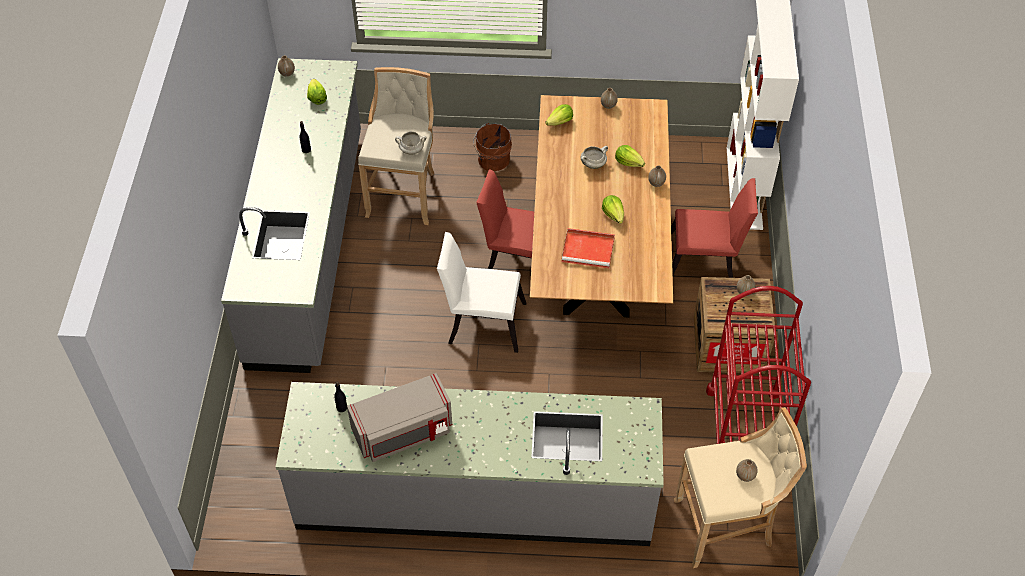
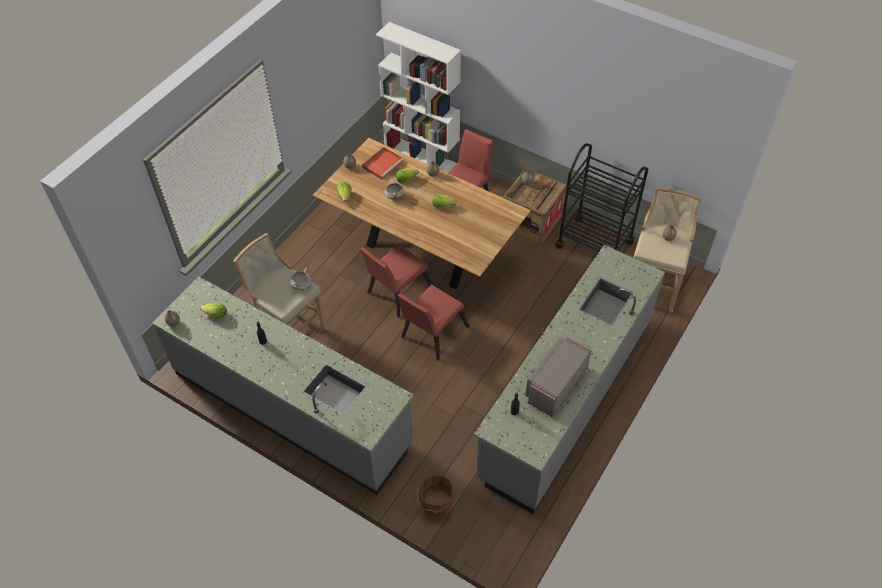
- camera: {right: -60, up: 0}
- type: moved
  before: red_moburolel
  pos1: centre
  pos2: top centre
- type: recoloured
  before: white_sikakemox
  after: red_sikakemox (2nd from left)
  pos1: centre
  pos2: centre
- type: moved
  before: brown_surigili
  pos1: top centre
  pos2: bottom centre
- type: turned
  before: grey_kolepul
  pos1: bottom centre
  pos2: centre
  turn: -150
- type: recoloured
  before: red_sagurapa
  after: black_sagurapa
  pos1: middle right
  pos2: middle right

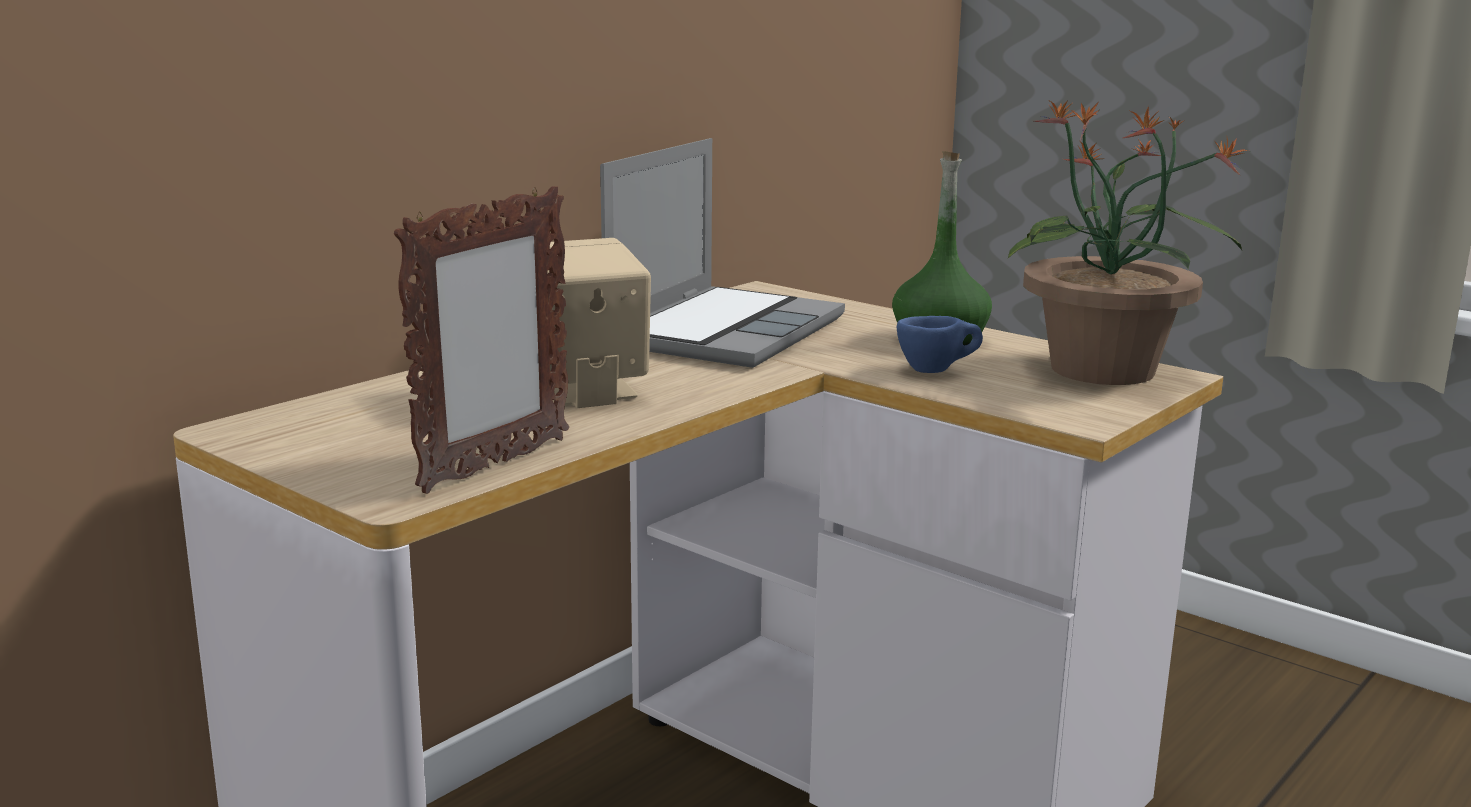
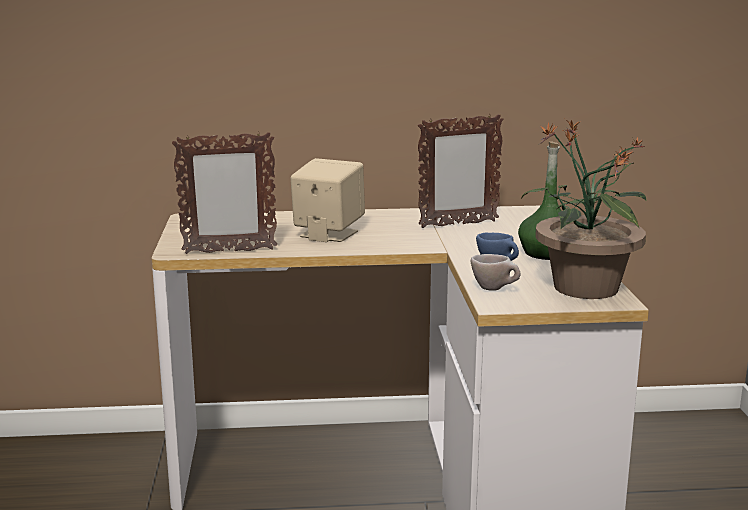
- camera: {right: 45, up: 0}
- type: replaced
  before: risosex
  after: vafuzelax (2nd from left)
  pos1: top centre
  pos2: centre
- type: added
  after: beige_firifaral
  pos2: centre

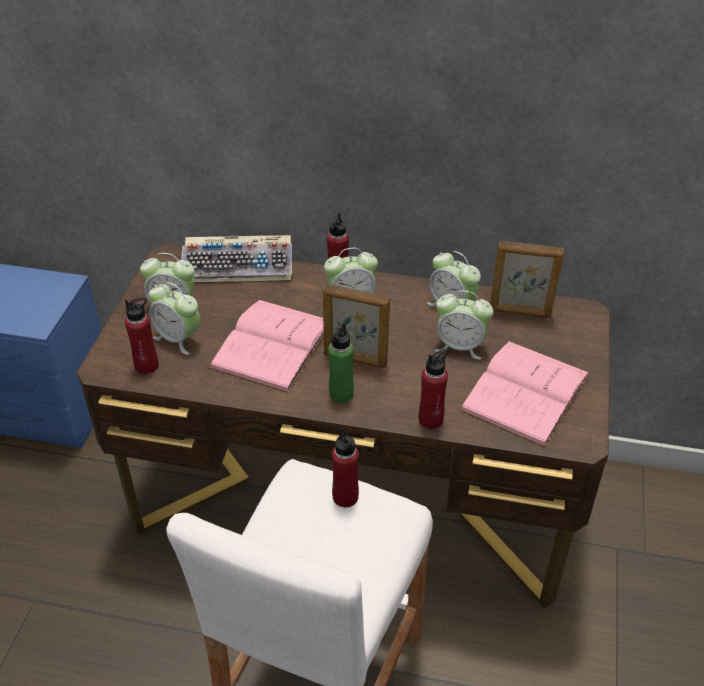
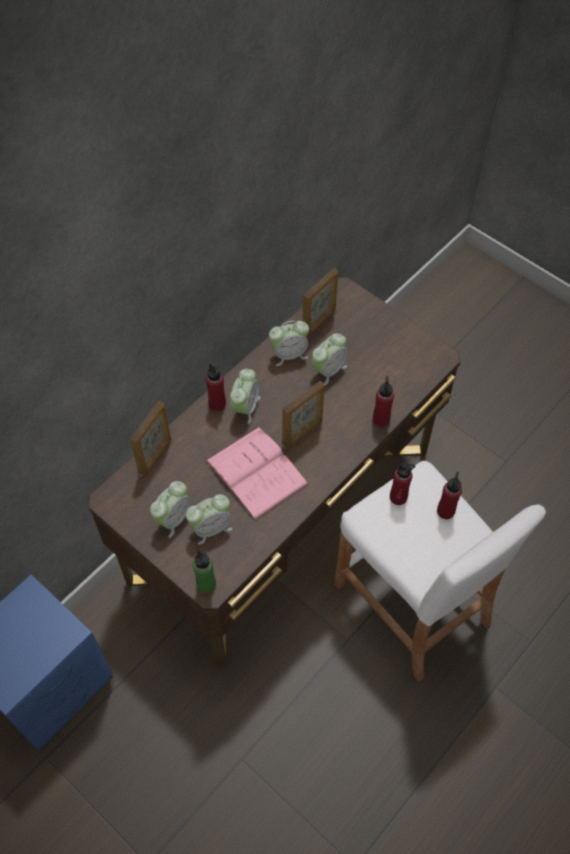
- camera: {right: -60, up: 15}
- type: replaced
  before: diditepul
  after: vafuzelax (1st from left)
  pos1: centre
  pos2: middle left
- type: moved
  before: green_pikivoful
  pos1: centre
  pos2: bottom centre
- type: moved
  before: red_pikivoful (1st from left in the first image)
  after: red_pikivoful (4th from left)
  pos1: middle left
  pos2: middle right
- type: removed
  before: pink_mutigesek (2nd from left)
  pos1: middle right

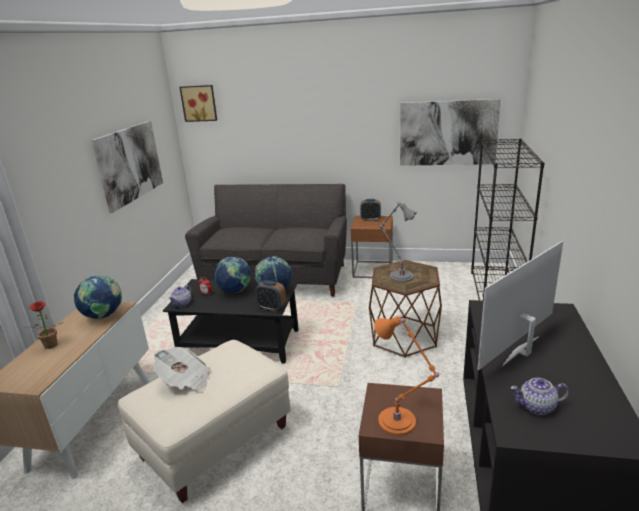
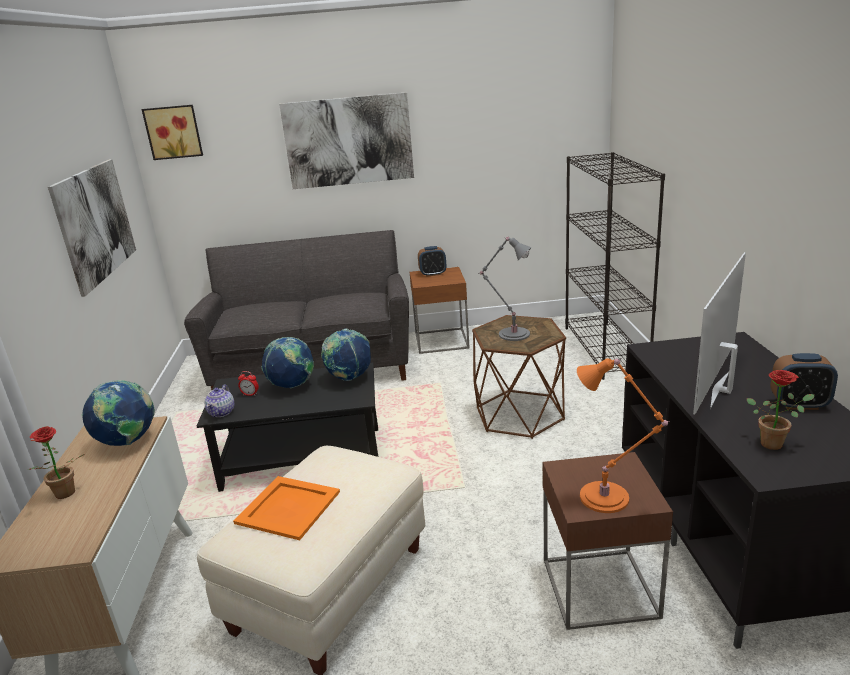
- camera: {right: -15, up: 0}
- type: replaced
  before: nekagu
  after: orange_moburolel
  pos1: bottom left
  pos2: bottom centre
- type: moved
  before: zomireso (3rd from left)
  pos1: top right
  pos2: top centre
- type: replaced
  before: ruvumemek (2nd from left)
  after: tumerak (2nd from left)
  pos1: bottom right
  pos2: middle right
- type: moved
  before: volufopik (2nd from left in the first image)
  after: volufopik (3rd from left)
  pos1: centre
  pos2: middle right

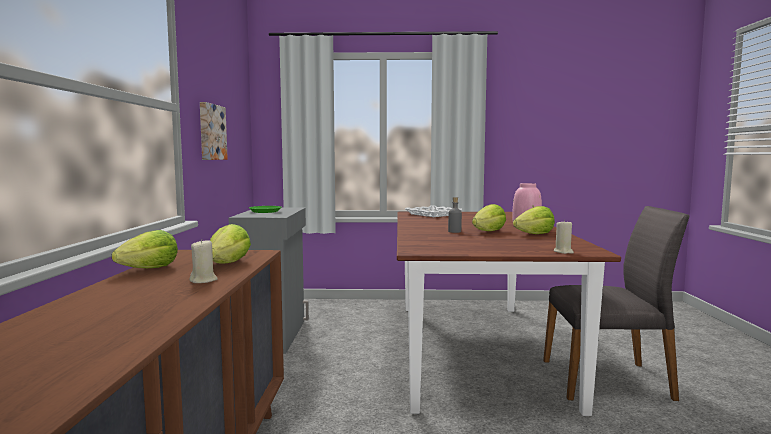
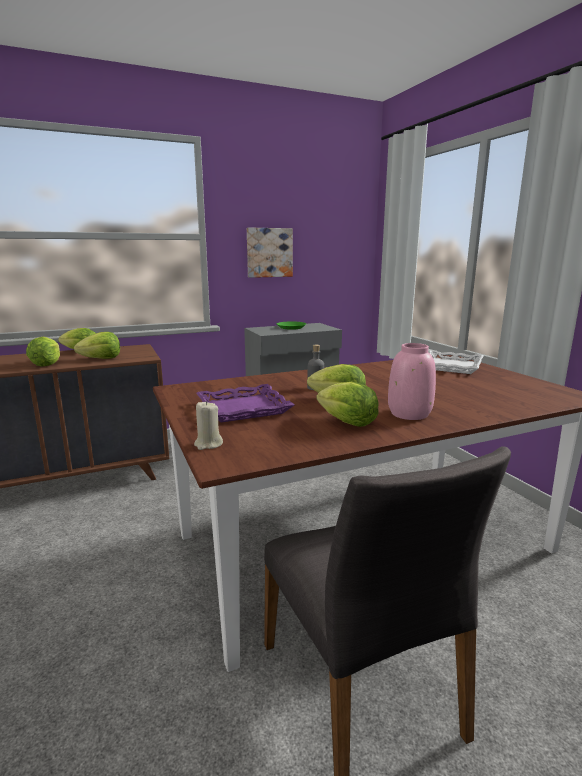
- camera: {right: 65, up: 10}
- type: replaced
  before: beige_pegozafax (1st from left)
  after: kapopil (1st from left)
  pos1: middle left
  pos2: middle left
- type: added
  after: purple_moburolel
  pos2: centre

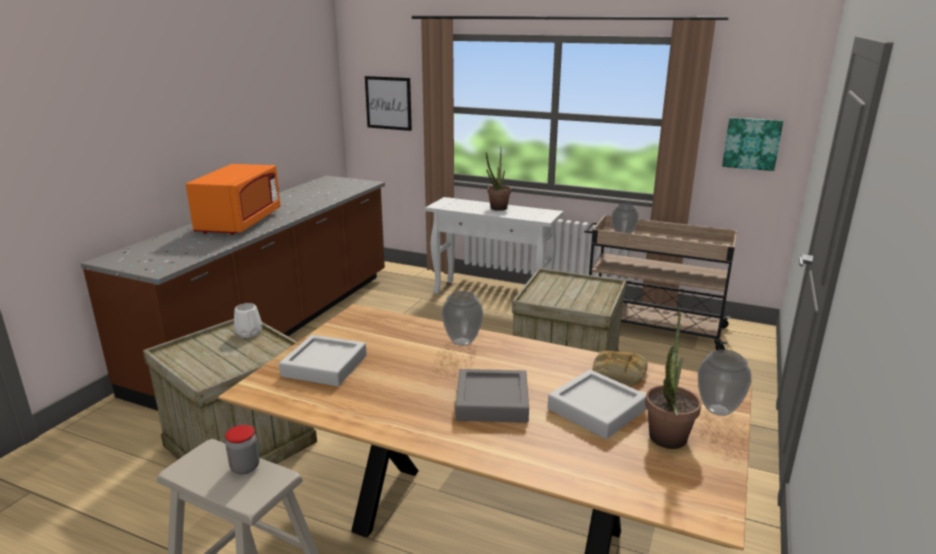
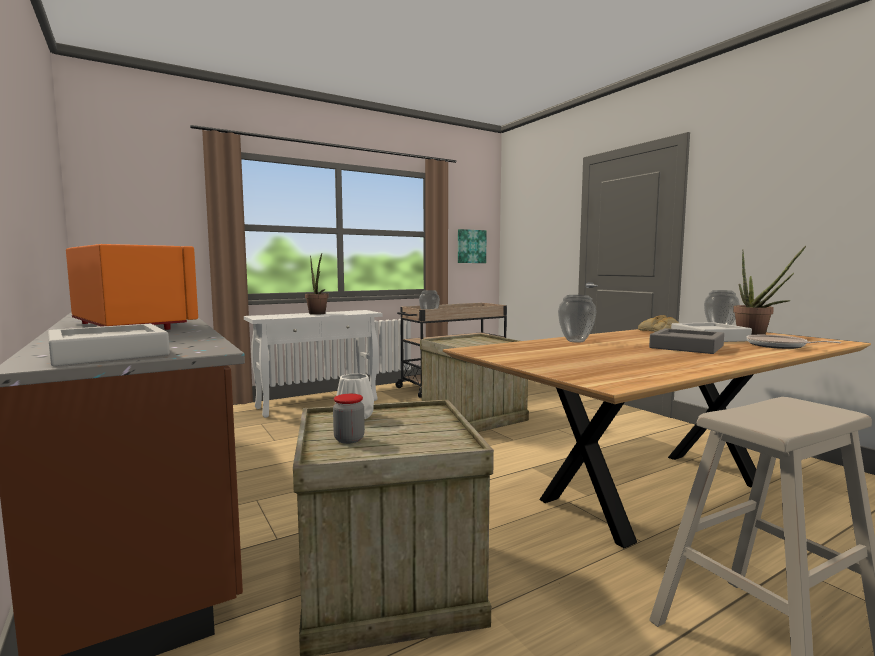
- camera: {right: -55, up: -15}
- type: moved
  before: grey_moburolel (1st from left)
  pos1: centre
  pos2: middle left
- type: moved
  before: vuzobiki
  pos1: bottom left
  pos2: centre
- type: added
  after: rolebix
  pos2: middle right
- type: removed
  before: zomireso (1st from left)
  pos1: top centre

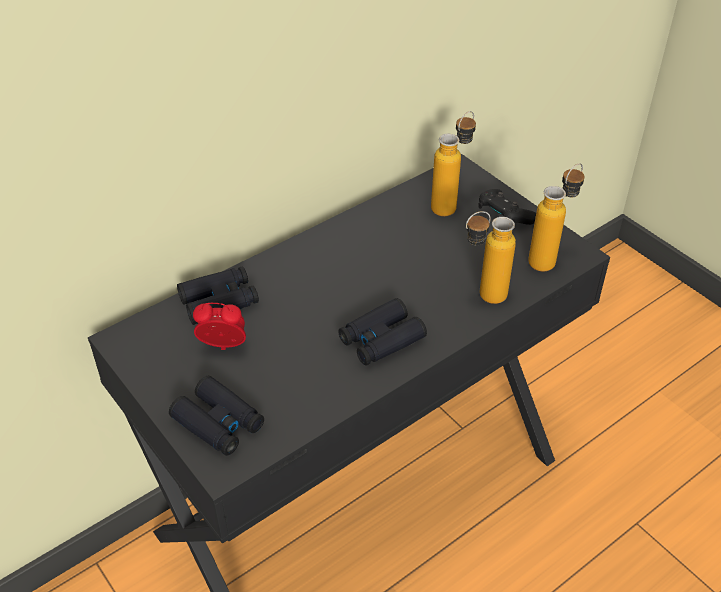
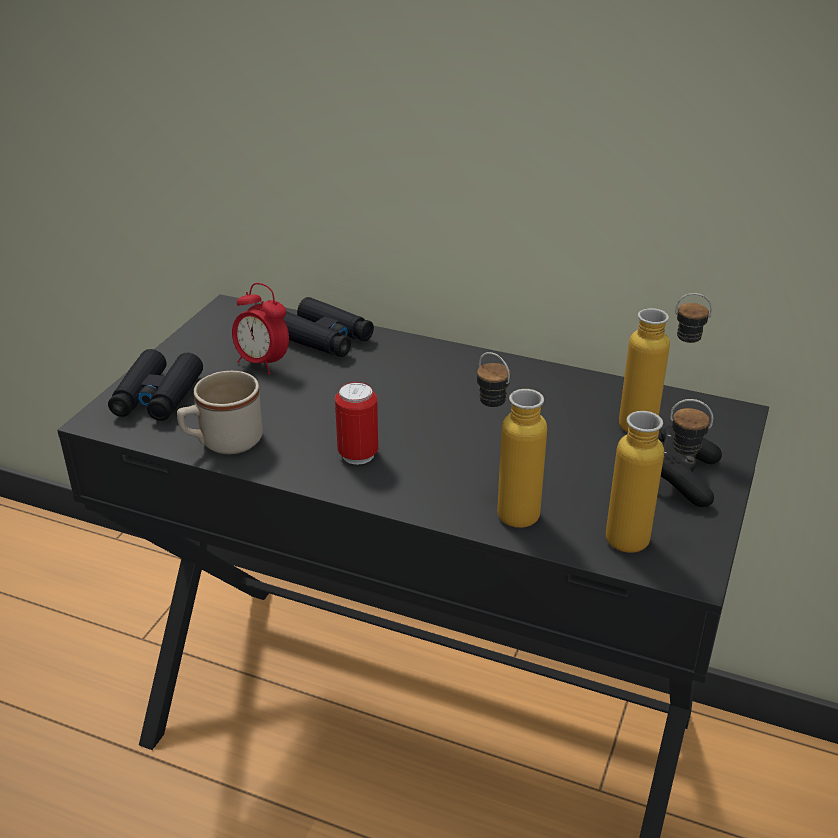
- camera: {right: 60, up: -10}
- type: added
  after: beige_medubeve
  pos2: middle left
- type: turned
  before: volufopik
  pos1: middle left
  pos2: middle left
  turn: 150
- type: replaced
  before: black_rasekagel (3rd from left)
  after: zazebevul
  pos1: centre
  pos2: centre

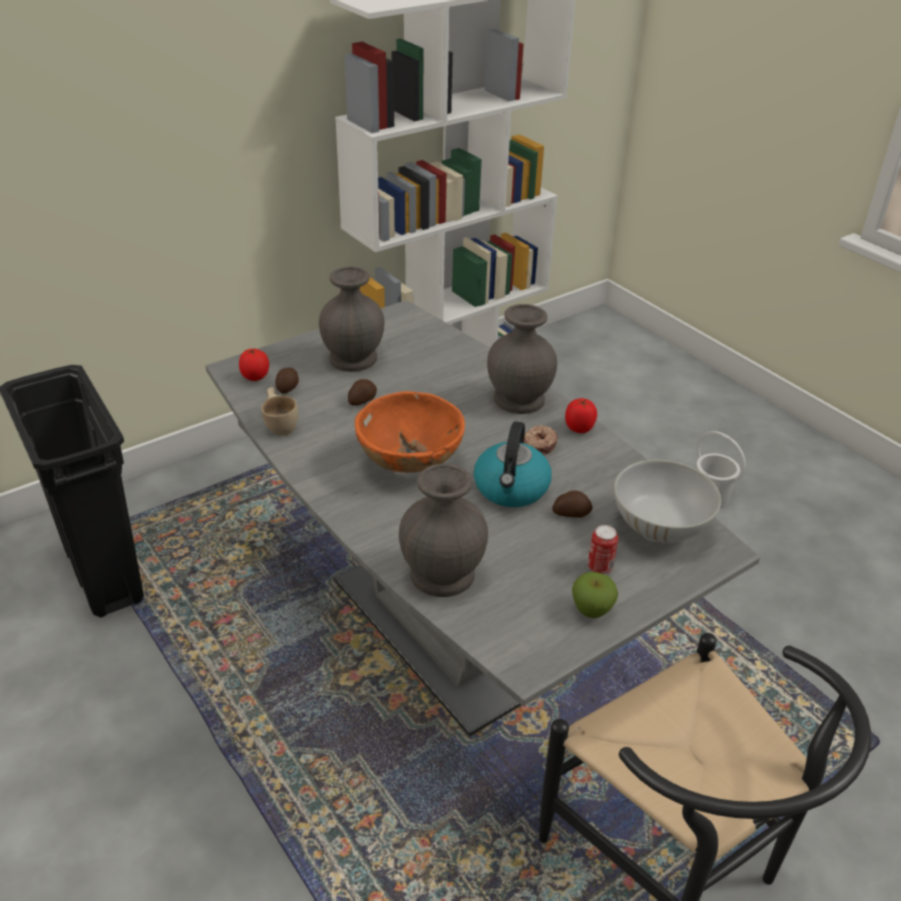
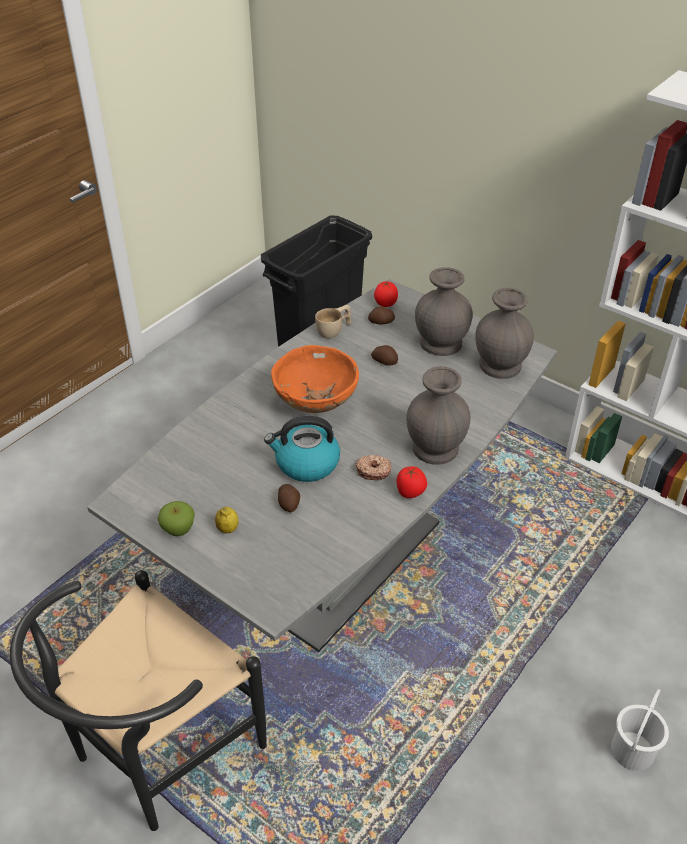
- camera: {right: 75, up: 5}
- type: replaced
  before: zazebevul
  after: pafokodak
  pos1: middle right
  pos2: middle left
- type: moved
  before: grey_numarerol (2nd from left in the first image)
  after: grey_numarerol (3rd from left)
  pos1: centre
  pos2: middle right
- type: removed
  before: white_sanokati
  pos1: middle right

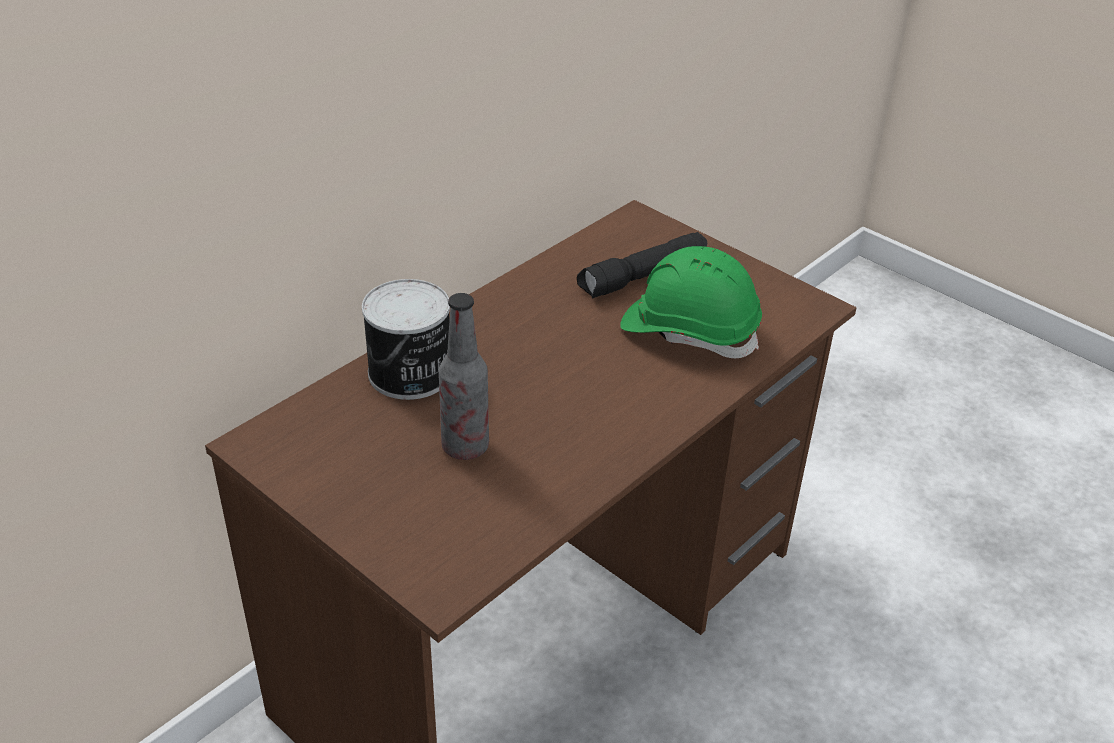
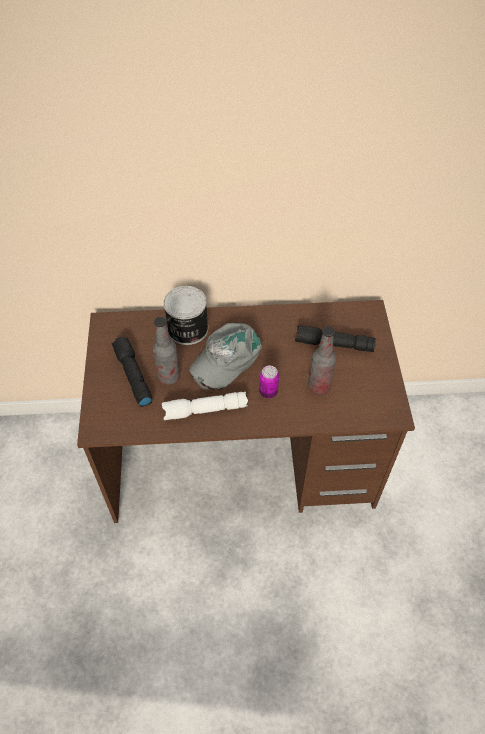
- camera: {right: 45, up: 15}
- type: added
  after: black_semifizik (1st from left)
  pos2: middle left
- type: added
  after: white_semifizik
  pos2: centre
- type: added
  after: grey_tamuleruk
  pos2: centre
- type: added
  after: zazebevul (2nd from left)
  pos2: centre
- type: replaced
  before: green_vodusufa
  after: pikivoful (2nd from left)
  pos1: centre
  pos2: centre

